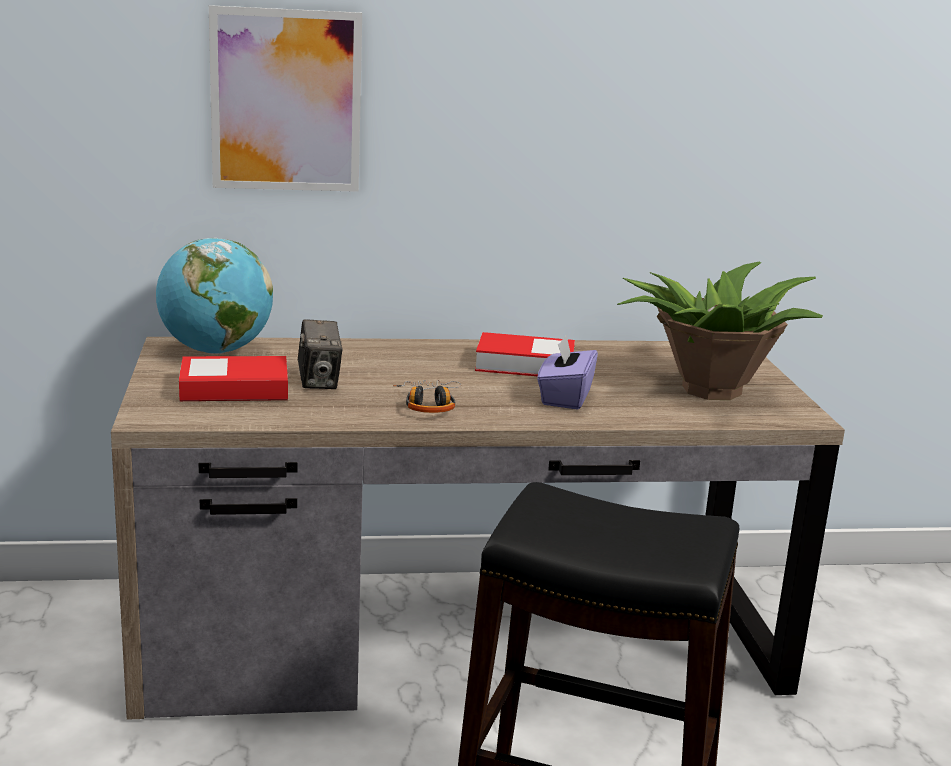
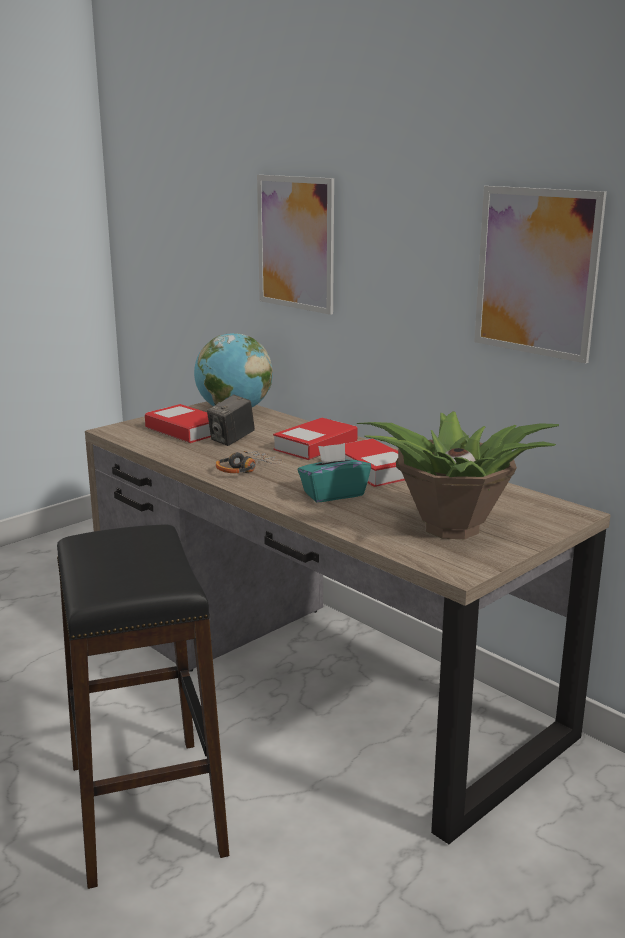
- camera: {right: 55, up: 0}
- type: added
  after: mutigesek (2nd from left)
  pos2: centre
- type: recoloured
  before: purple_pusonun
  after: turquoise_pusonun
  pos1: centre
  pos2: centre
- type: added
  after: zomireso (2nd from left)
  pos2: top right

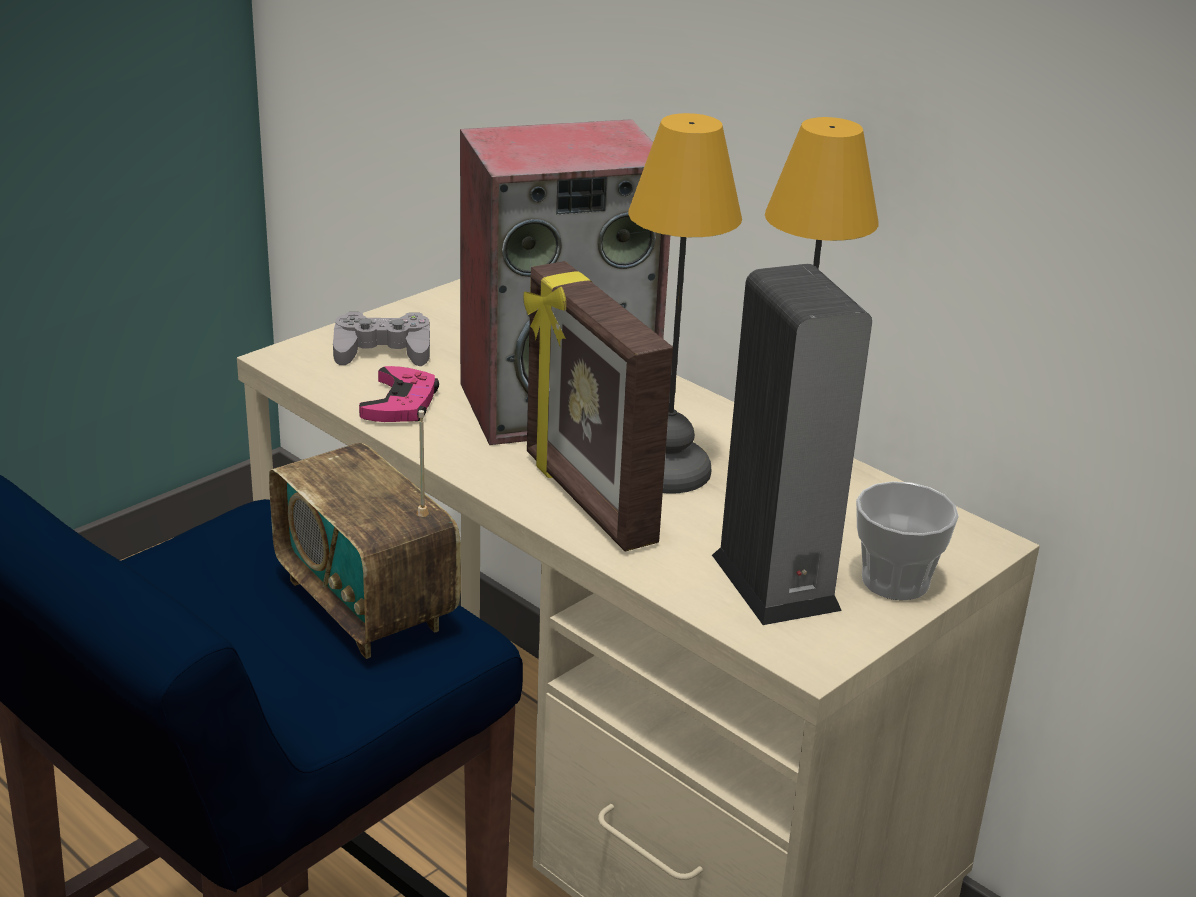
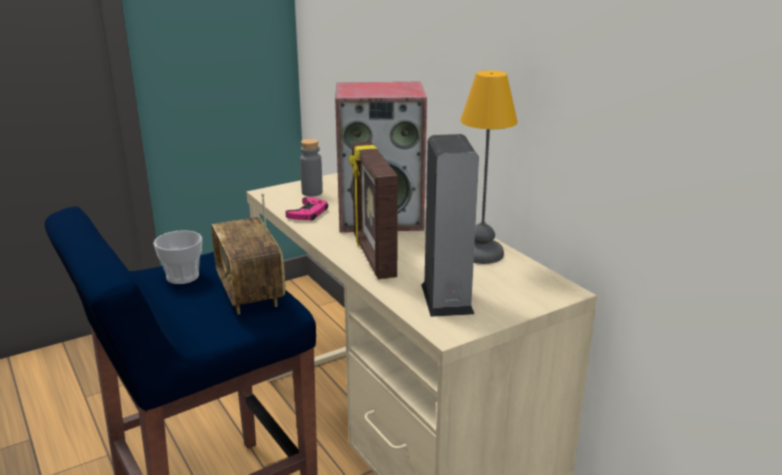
- camera: {right: 15, up: -5}
- type: moved
  before: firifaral
  pos1: middle right
  pos2: middle left
- type: replaced
  before: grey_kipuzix
  after: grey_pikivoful
  pos1: middle left
  pos2: centre
- type: removed
  before: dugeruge (1st from left)
  pos1: centre

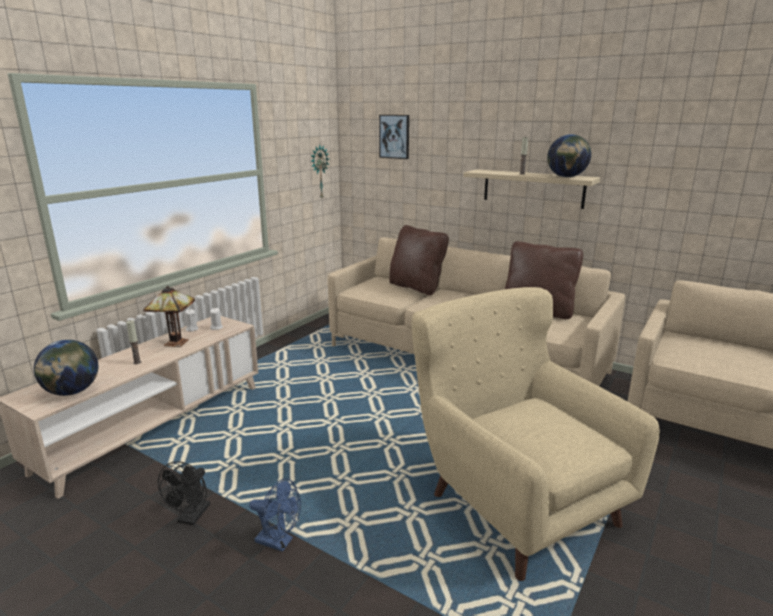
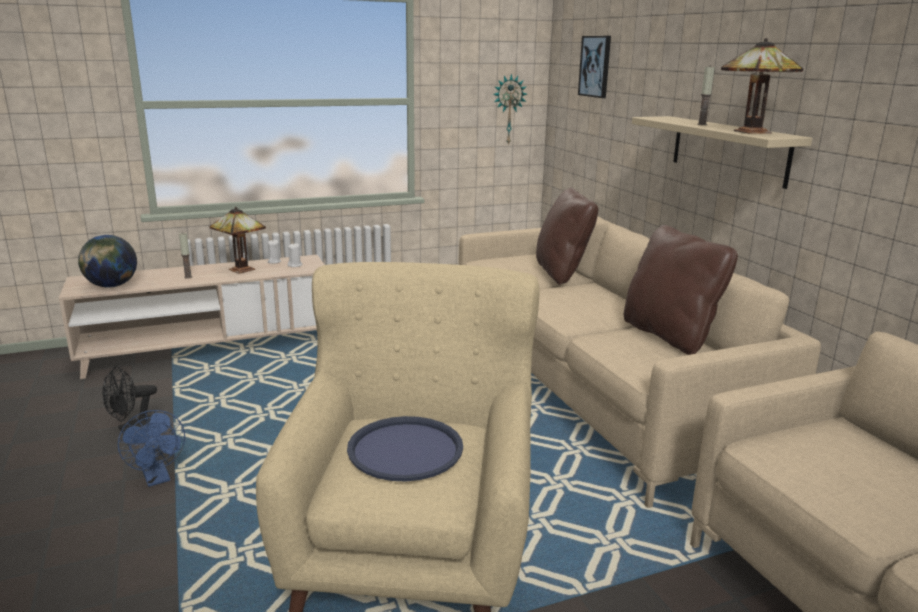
- camera: {right: 35, up: 0}
- type: added
  after: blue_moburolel
  pos2: bottom centre
- type: replaced
  before: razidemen (2nd from left)
  after: dugeruge (2nd from left)
  pos1: top right
  pos2: top right

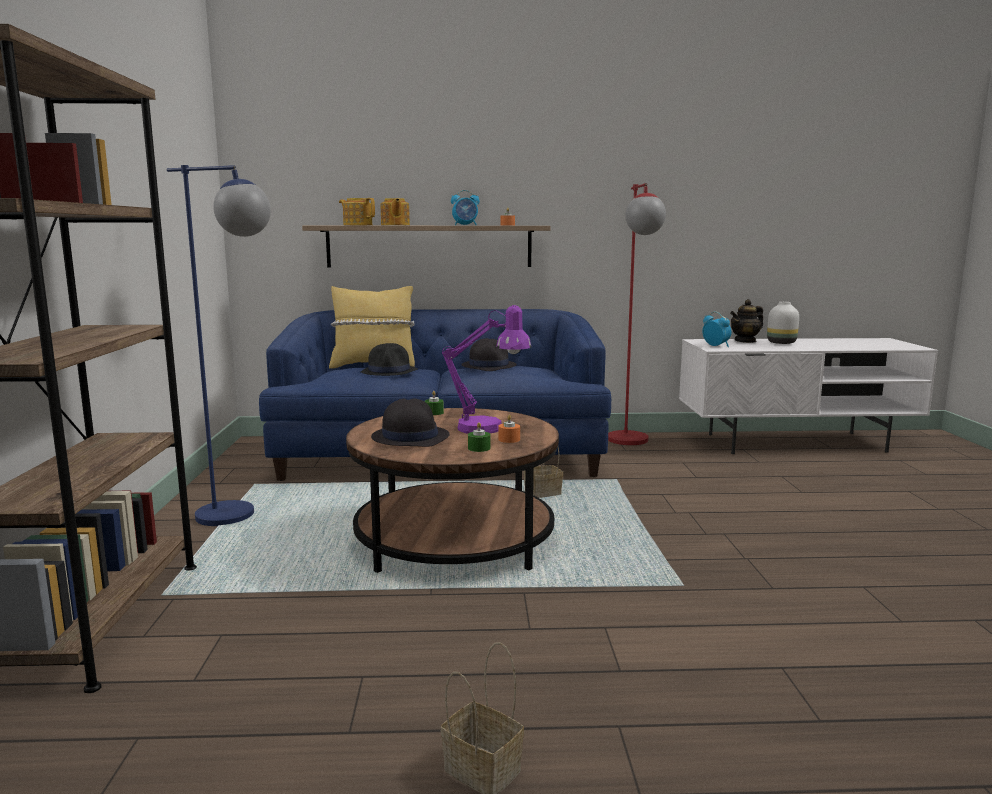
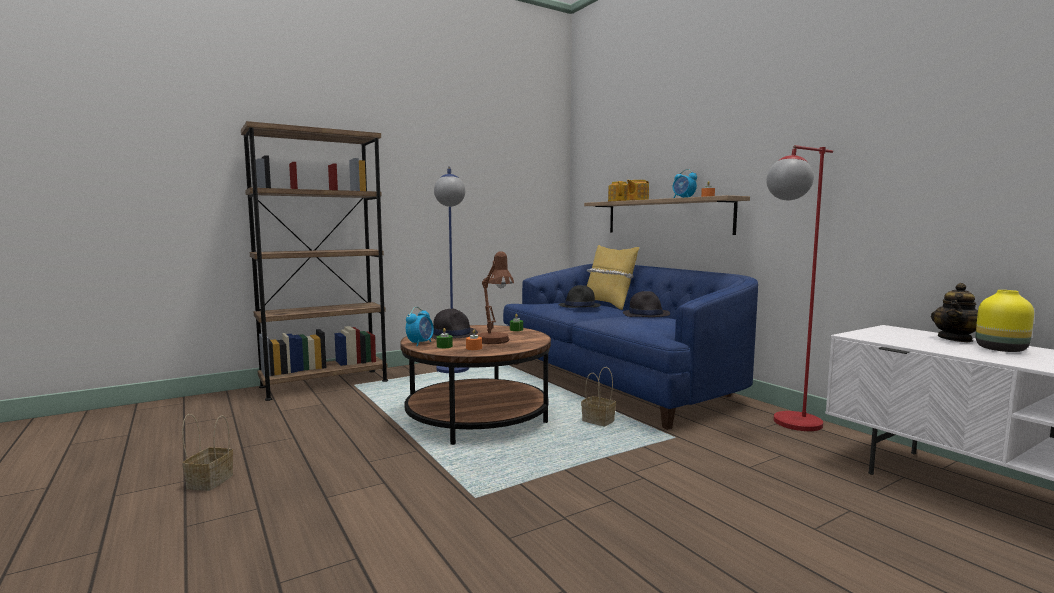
- camera: {right: 60, up: -5}
- type: moved
  before: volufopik (2nd from left in the first image)
  after: volufopik (1st from left)
  pos1: middle right
  pos2: centre
- type: recoloured
  before: purple_dugeruge
  after: brown_dugeruge
  pos1: centre
  pos2: centre
- type: turned
  before: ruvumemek (3rd from left)
  pos1: middle right
  pos2: middle right
  turn: -75
- type: recoloured
  before: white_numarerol
  after: yellow_numarerol
  pos1: middle right
  pos2: middle right

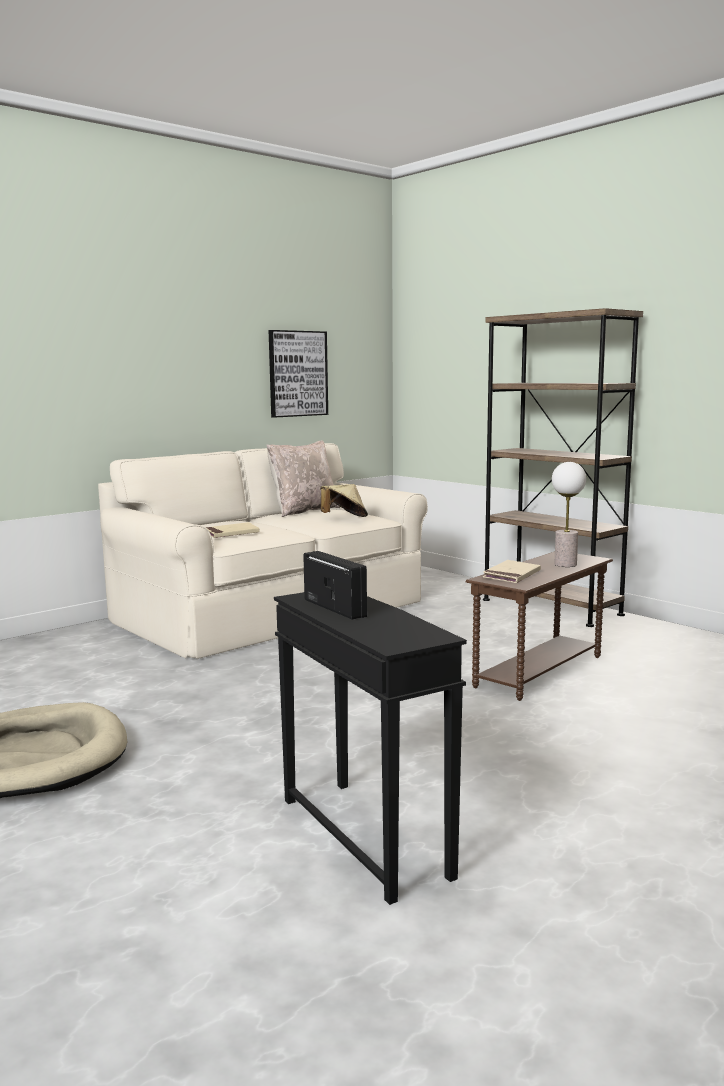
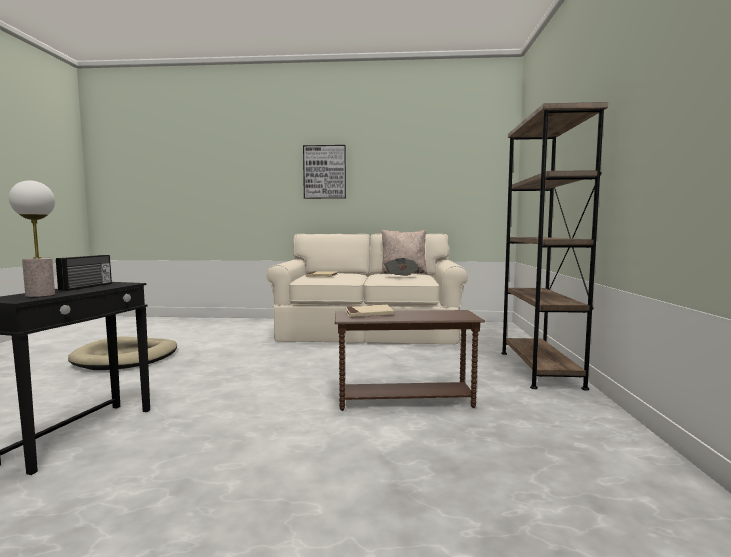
- camera: {right: 45, up: -5}
- type: moved
  before: dugeruge
  pos1: middle right
  pos2: middle left
- type: moved
  before: zomireso
  pos1: centre
  pos2: top centre
- type: replaced
  before: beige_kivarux
  after: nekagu
  pos1: centre
  pos2: centre

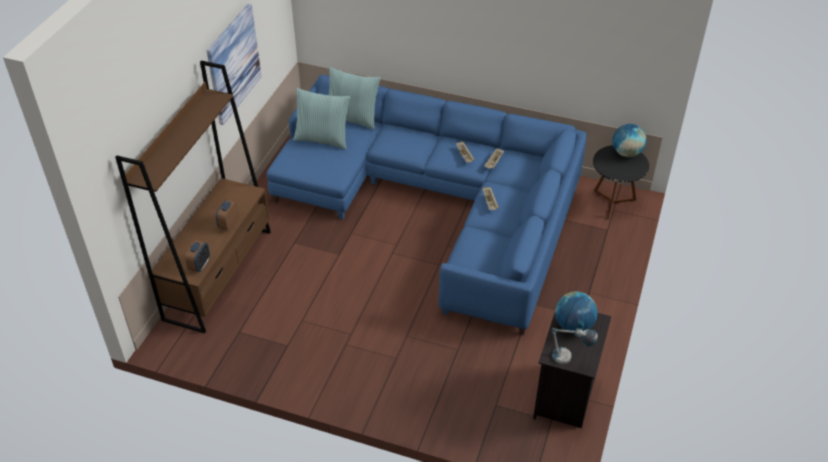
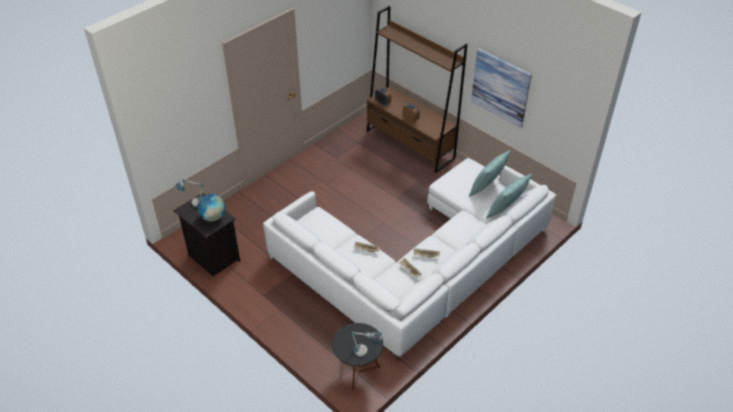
- camera: {right: 115, up: 0}
- type: recoloured
  before: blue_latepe
  after: white_latepe
  pos1: centre
  pos2: centre
- type: replaced
  before: razidemen (2nd from left)
  after: dugeruge (2nd from left)
  pos1: top right
  pos2: bottom centre

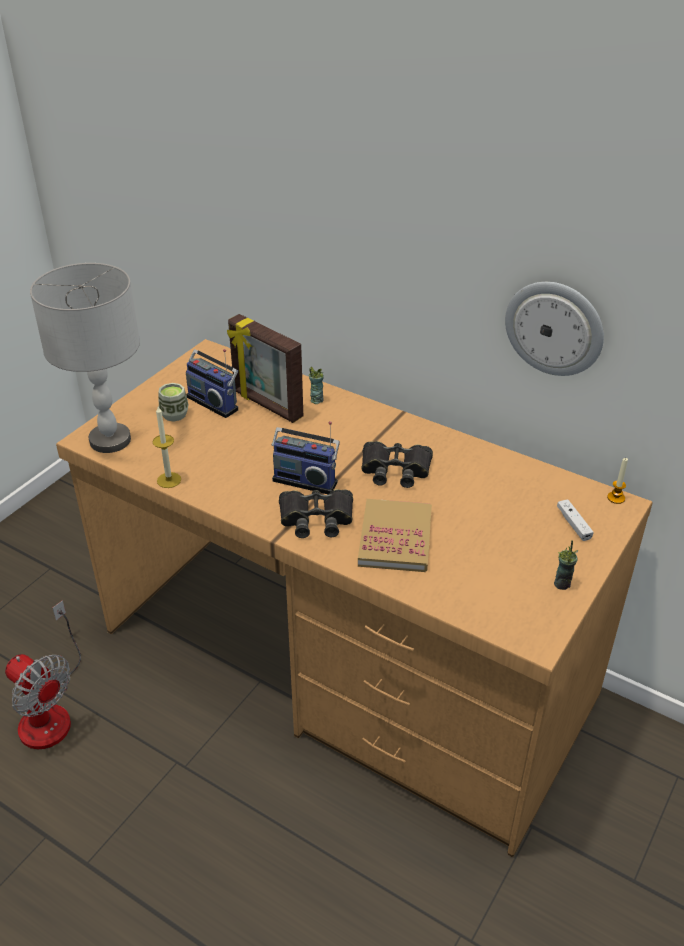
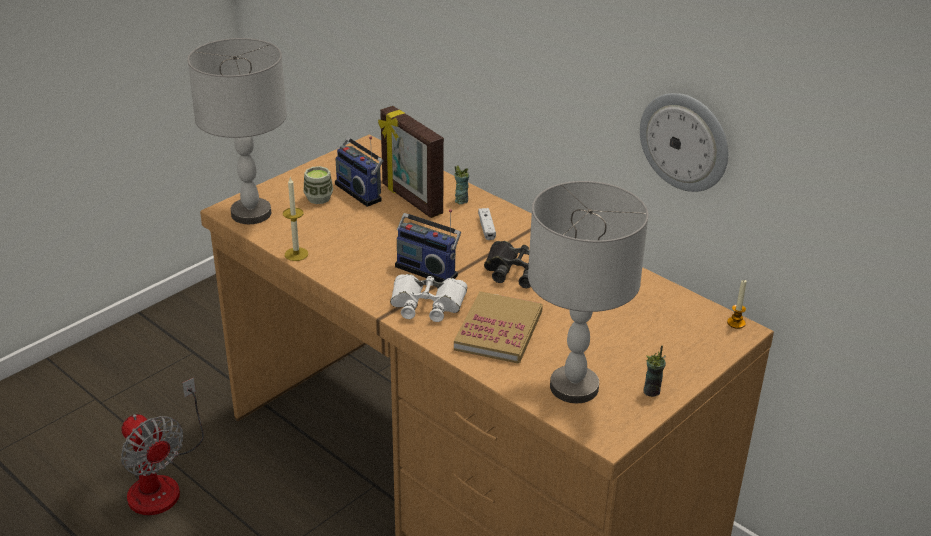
- camera: {right: 10, up: -5}
- type: recoloured
  before: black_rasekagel (1st from left)
  after: white_rasekagel
  pos1: centre
  pos2: centre
- type: moved
  before: white_kipuzix
  pos1: middle right
  pos2: centre
- type: added
  after: grey_dugeruge (2nd from left)
  pos2: centre

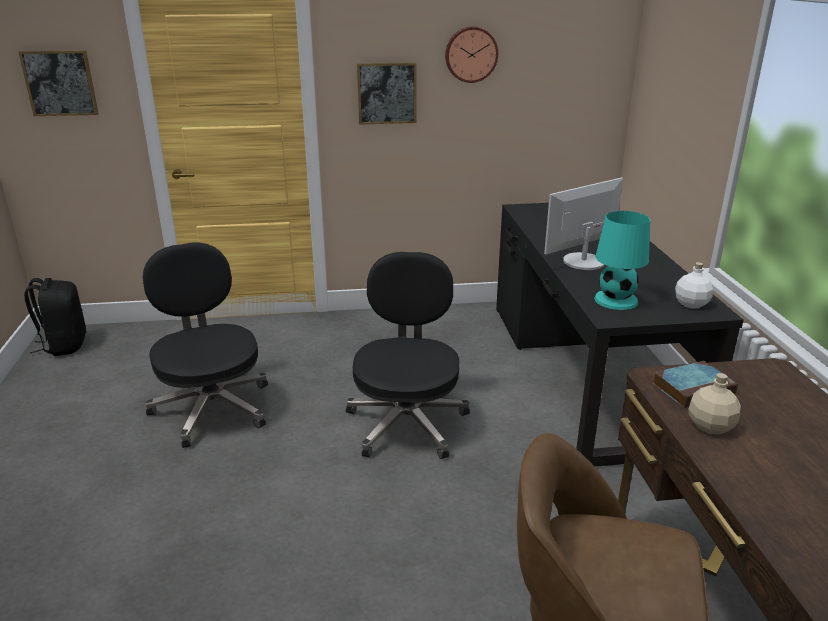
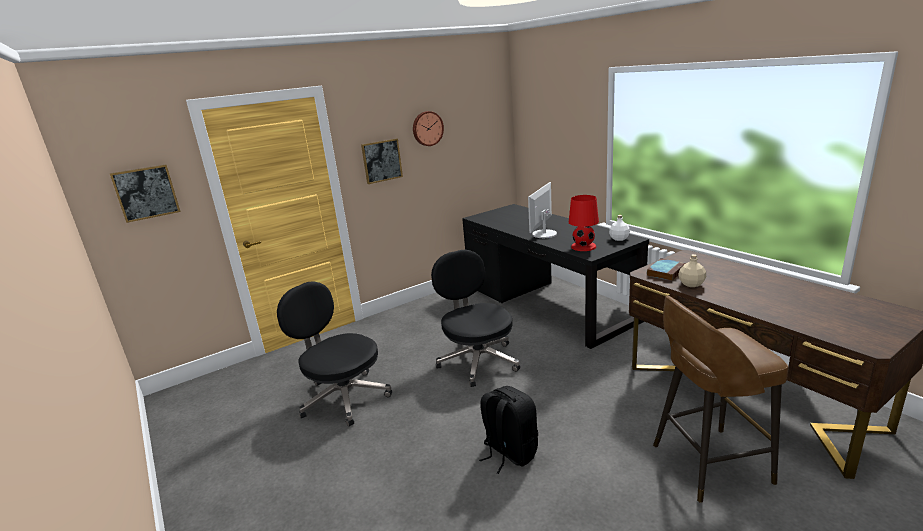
- camera: {right: -25, up: -5}
- type: moved
  before: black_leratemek
  pos1: middle left
  pos2: bottom centre
- type: recoloured
  before: turquoise_dugeruge
  after: red_dugeruge
  pos1: middle right
  pos2: centre

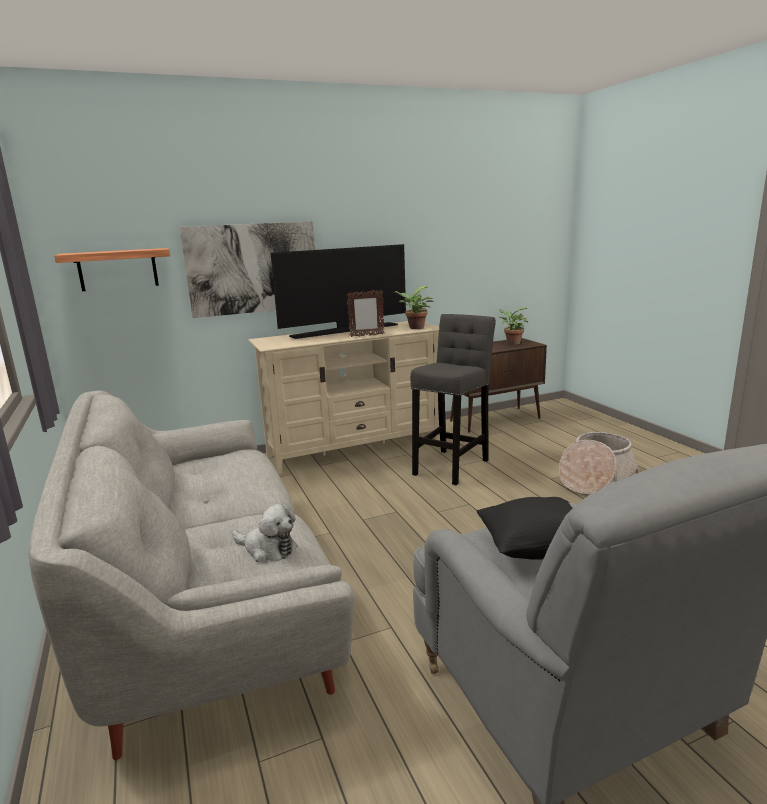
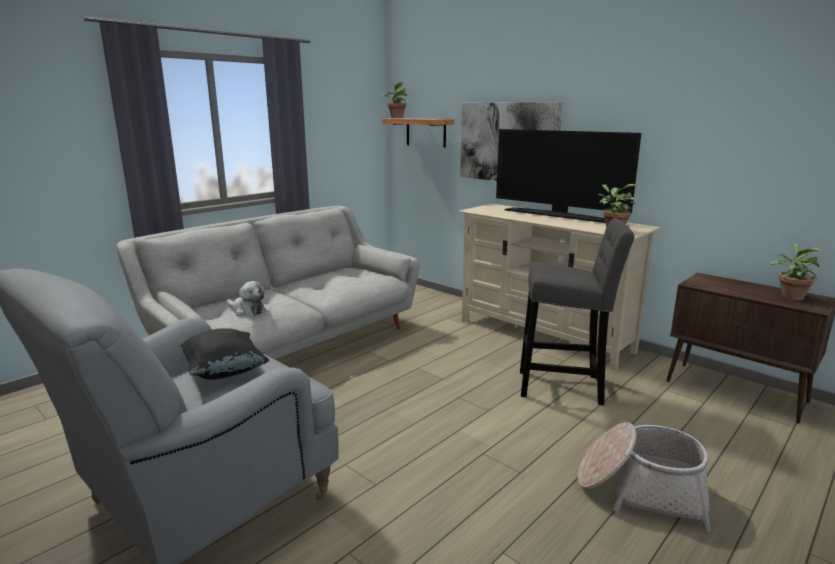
- camera: {right: 65, up: 0}
- type: turned
  before: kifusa
  pos1: centre
  pos2: middle left
  turn: -60
- type: added
  after: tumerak (1st from left)
  pos2: top centre
- type: removed
  before: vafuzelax
  pos1: centre

